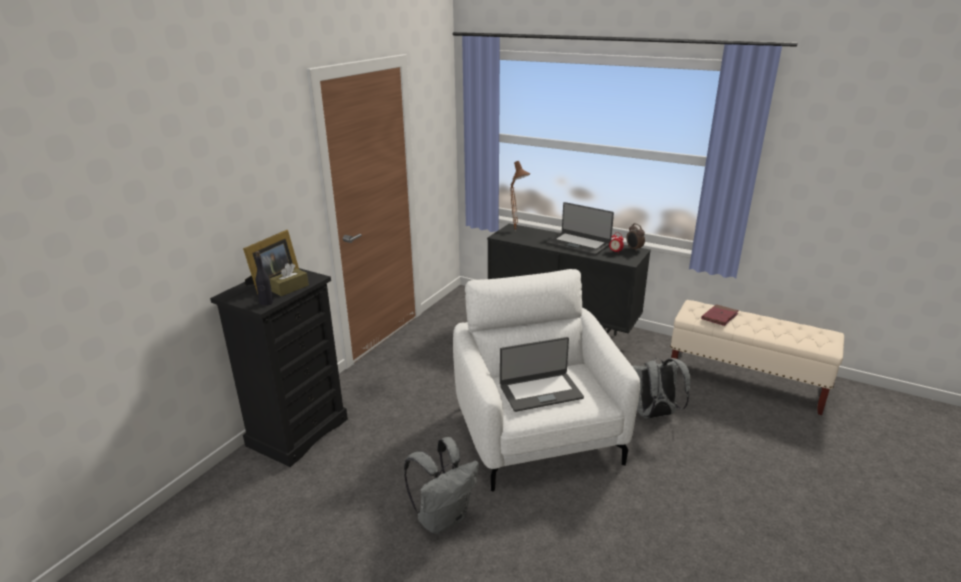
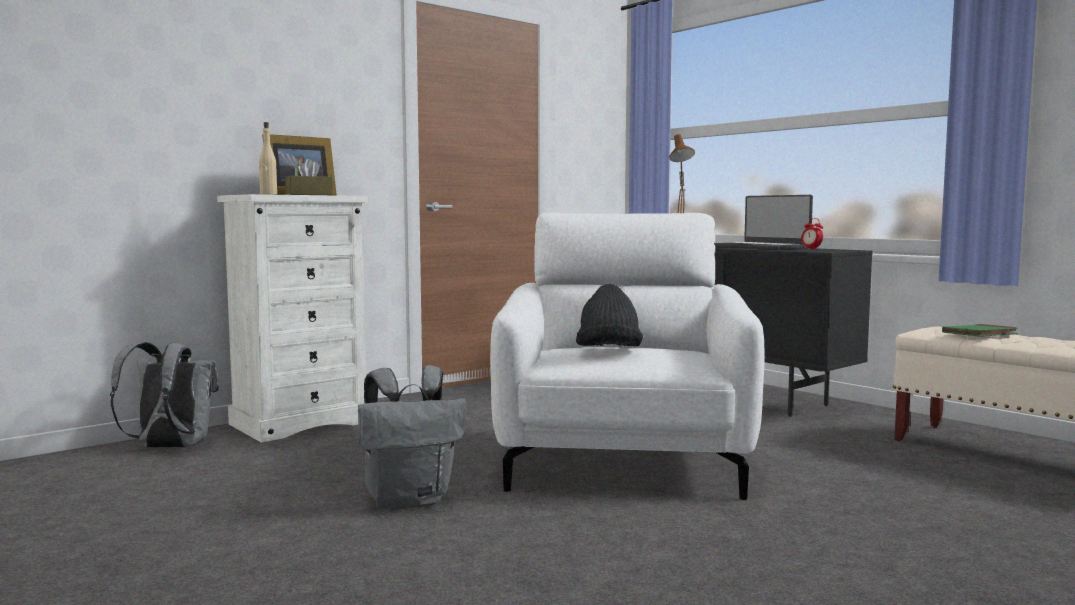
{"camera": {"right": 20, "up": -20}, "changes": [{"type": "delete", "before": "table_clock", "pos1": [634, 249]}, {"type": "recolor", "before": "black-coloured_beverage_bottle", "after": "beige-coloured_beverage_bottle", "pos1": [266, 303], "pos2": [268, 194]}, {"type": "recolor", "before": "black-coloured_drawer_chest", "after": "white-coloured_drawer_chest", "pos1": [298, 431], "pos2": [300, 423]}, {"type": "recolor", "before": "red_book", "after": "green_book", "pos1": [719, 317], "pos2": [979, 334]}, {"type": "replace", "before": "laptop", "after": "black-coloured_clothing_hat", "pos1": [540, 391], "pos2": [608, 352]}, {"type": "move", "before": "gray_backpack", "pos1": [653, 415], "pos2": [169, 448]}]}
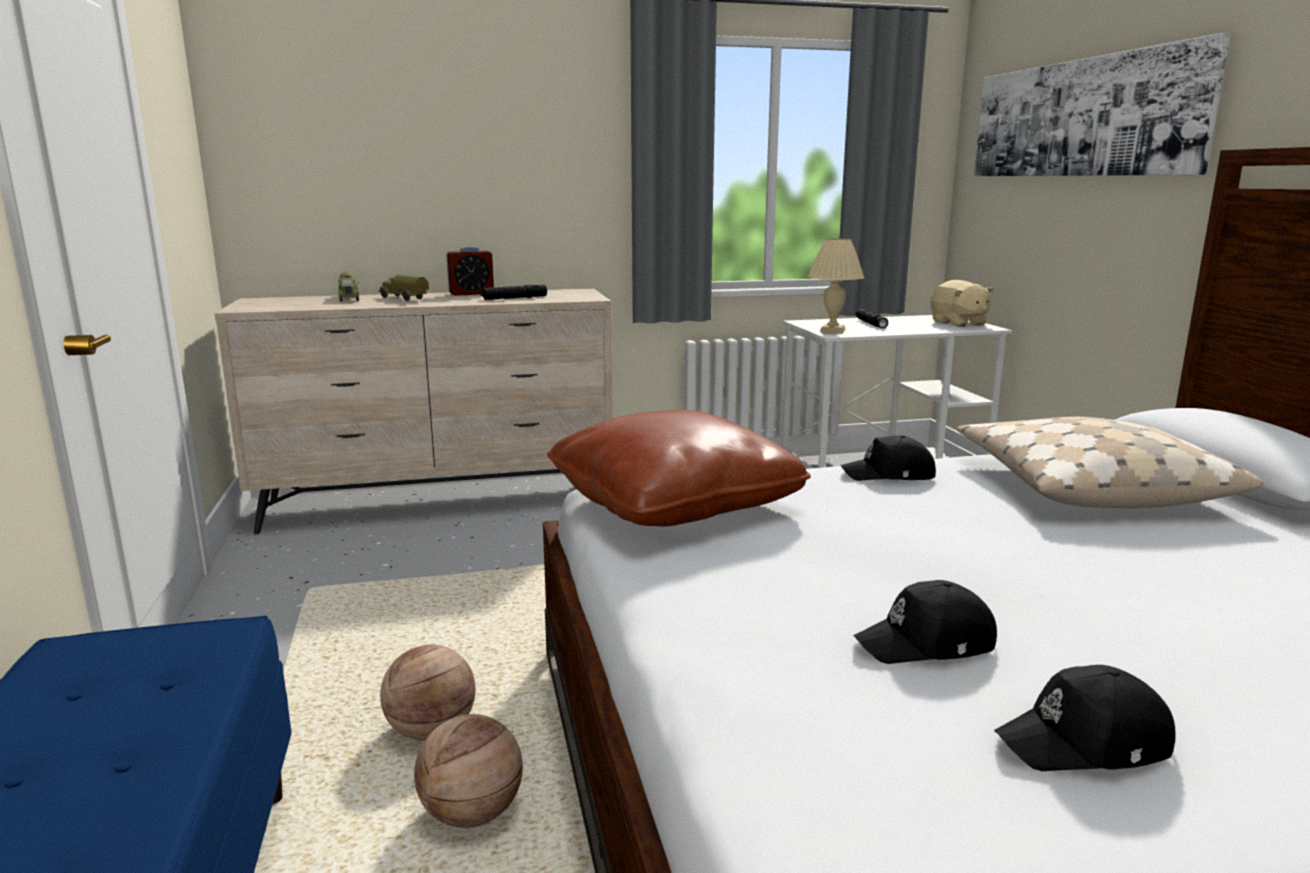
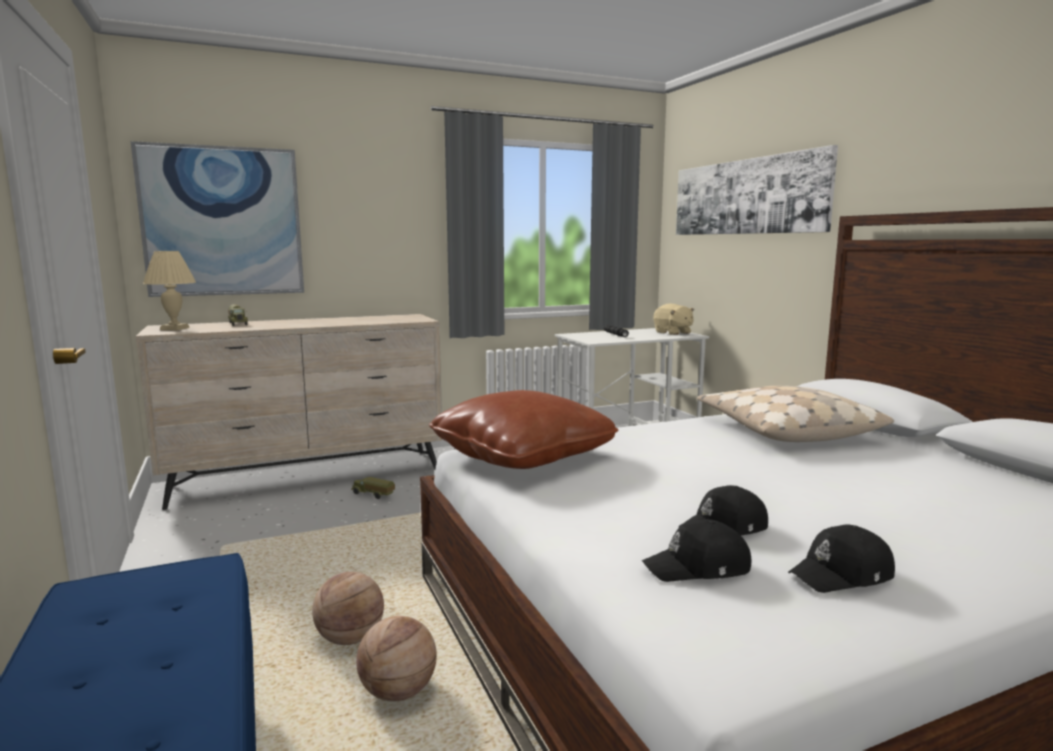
{"camera": {"right": -10, "up": -5}, "changes": [{"type": "move", "before": "beige-coloured_table_lamp", "pos1": [832, 331], "pos2": [174, 329]}, {"type": "delete", "before": "table_clock", "pos1": [471, 293]}, {"type": "move", "before": "toy_truck", "pos1": [404, 299], "pos2": [373, 495]}, {"type": "delete", "before": "black-coloured_flashlight", "pos1": [514, 298]}, {"type": "move", "before": "black-coloured_peaked_cap", "pos1": [889, 475], "pos2": [699, 568]}, {"type": "insert", "after": "wall_art", "pos2": [223, 222]}]}
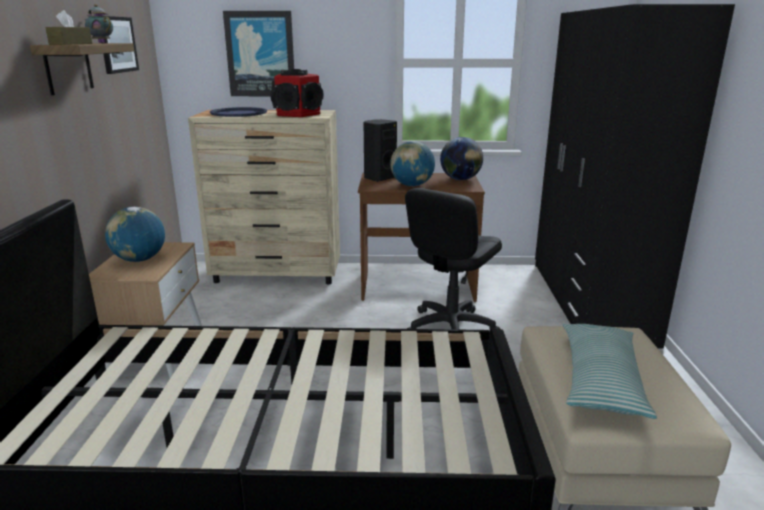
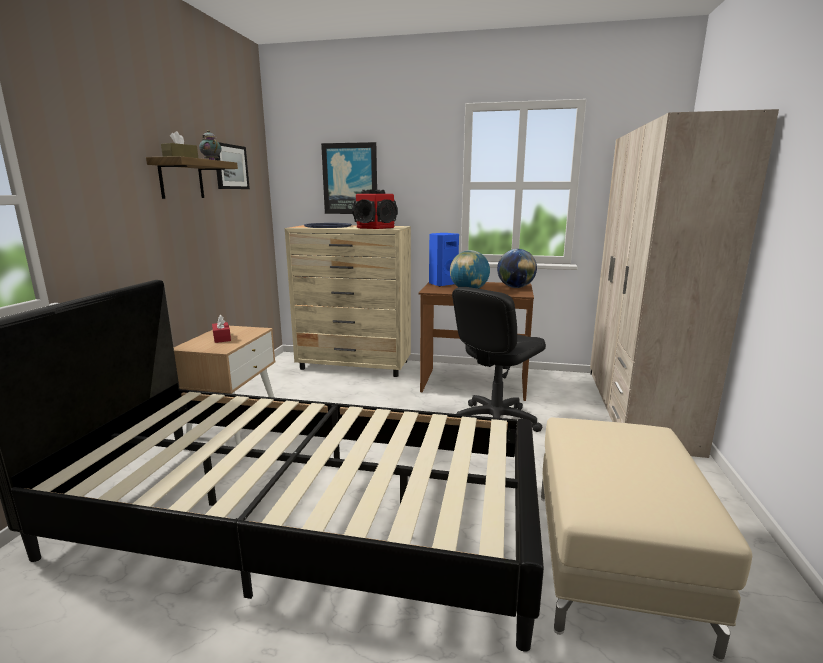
{"camera": {"right": 10, "up": -5}, "changes": [{"type": "recolor", "before": "black-coloured_armoire", "after": "beige-coloured_armoire", "pos1": [589, 301], "pos2": [637, 408]}, {"type": "recolor", "before": "black-coloured_speaker", "after": "blue_speaker", "pos1": [379, 178], "pos2": [442, 284]}, {"type": "replace", "before": "desk_globe", "after": "red_tissue_box", "pos1": [139, 259], "pos2": [222, 338]}, {"type": "delete", "before": "throw_pillow", "pos1": [600, 380]}]}
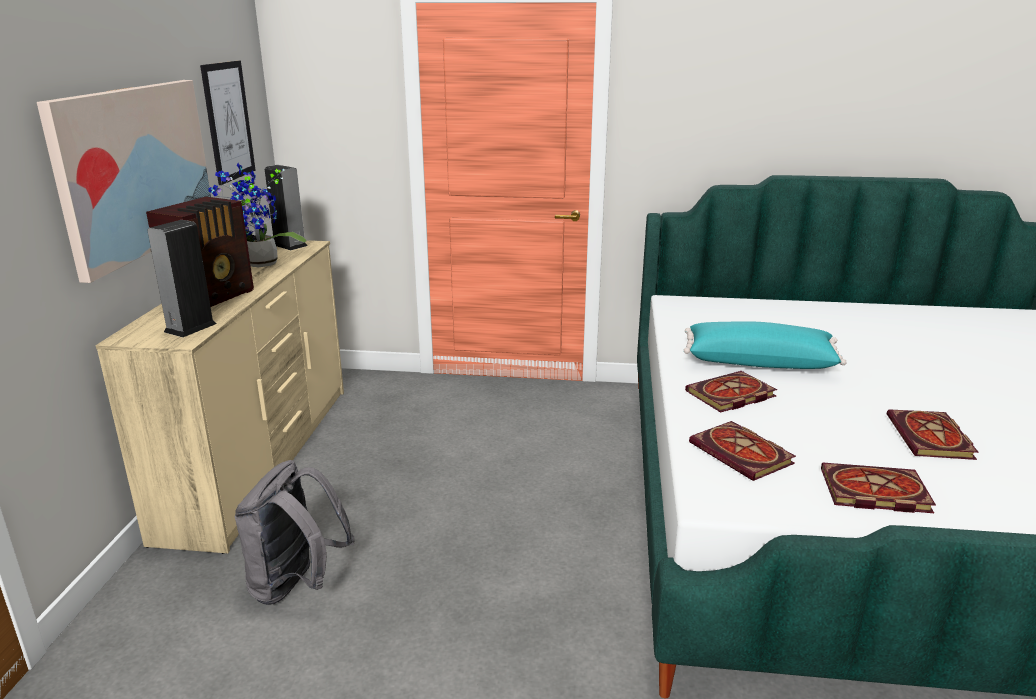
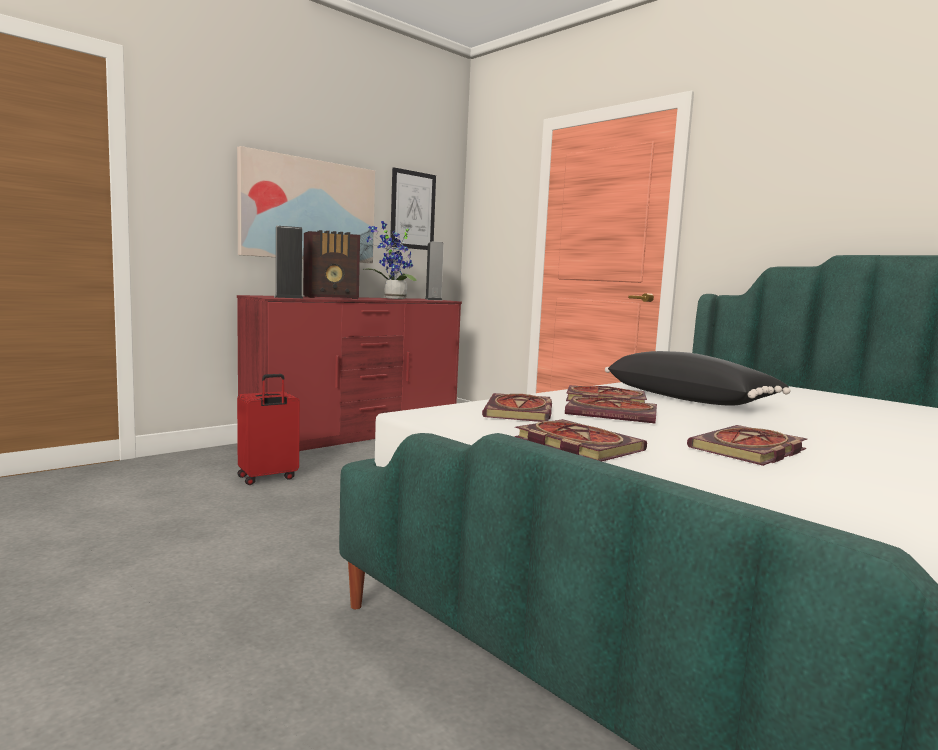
{"camera": {"right": 40, "up": -15}, "changes": [{"type": "recolor", "before": "beige-coloured_drawer_chest", "after": "red_drawer_chest", "pos1": [263, 457], "pos2": [357, 435]}, {"type": "recolor", "before": "blue-green_throw_pillow", "after": "black-coloured_throw_pillow", "pos1": [759, 361], "pos2": [690, 399]}, {"type": "replace", "before": "gray_backpack", "after": "red_travel_case", "pos1": [296, 585], "pos2": [268, 478]}, {"type": "insert", "after": "book", "pos2": [614, 414]}]}
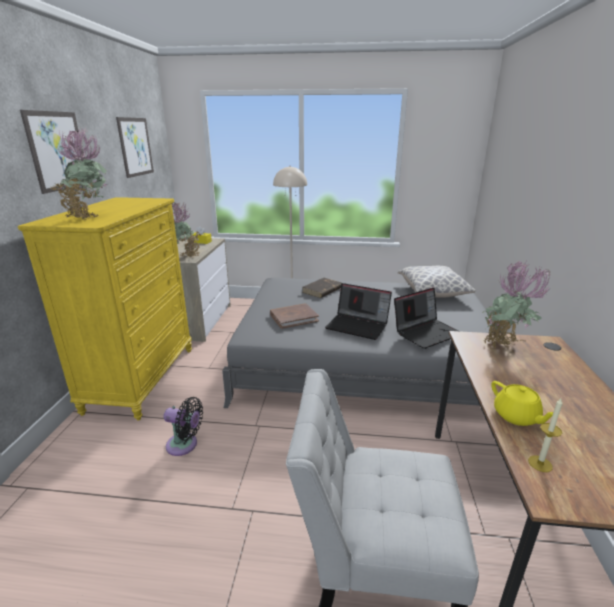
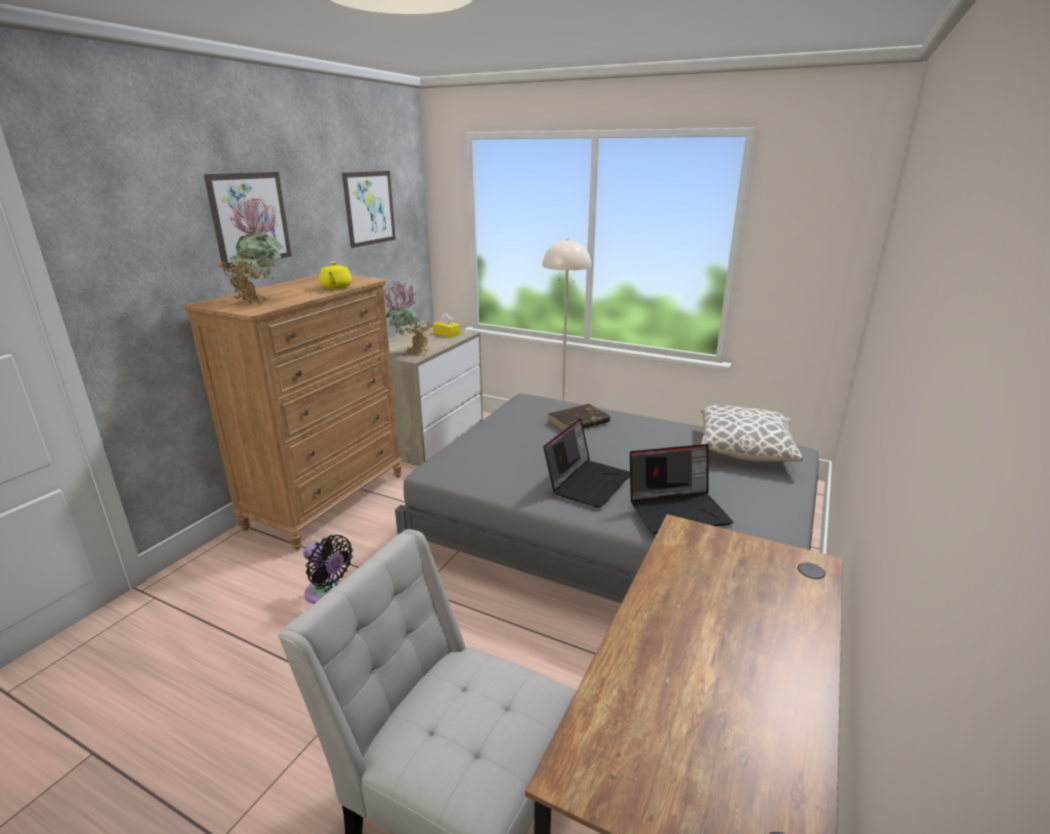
{"camera": {"right": 20, "up": 0}, "changes": [{"type": "recolor", "before": "yellowish_drawer_chest", "after": "brownish_drawer_chest", "pos1": [142, 378], "pos2": [327, 500]}, {"type": "delete", "before": "plant_in_a_pot", "pos1": [504, 348]}, {"type": "rotate", "before": "laptop", "pos1": [358, 325], "pos2": [588, 482], "turn": -105}, {"type": "delete", "before": "brownish_book", "pos1": [293, 318]}, {"type": "move", "before": "yellowish_pot_for_tea", "pos1": [516, 416], "pos2": [336, 287]}, {"type": "delete", "before": "wax_candle", "pos1": [540, 463]}]}
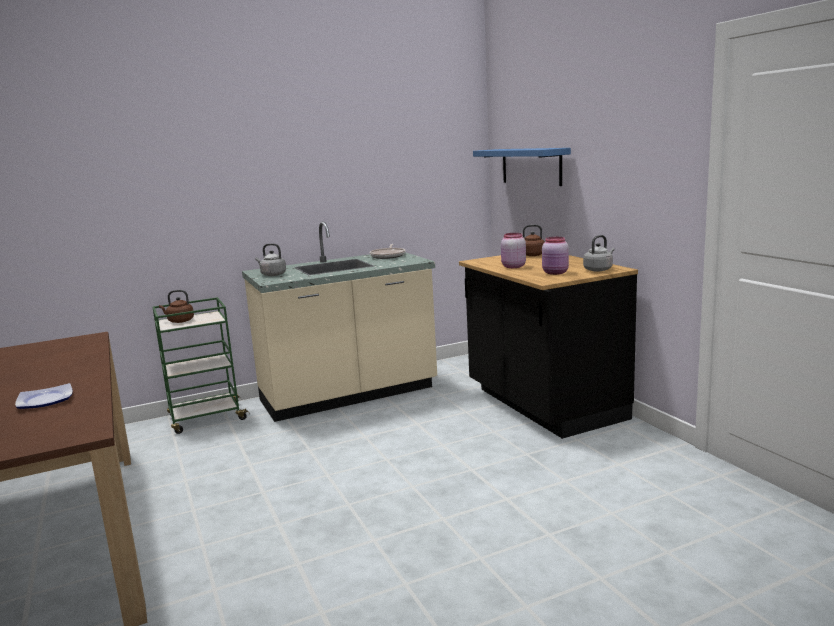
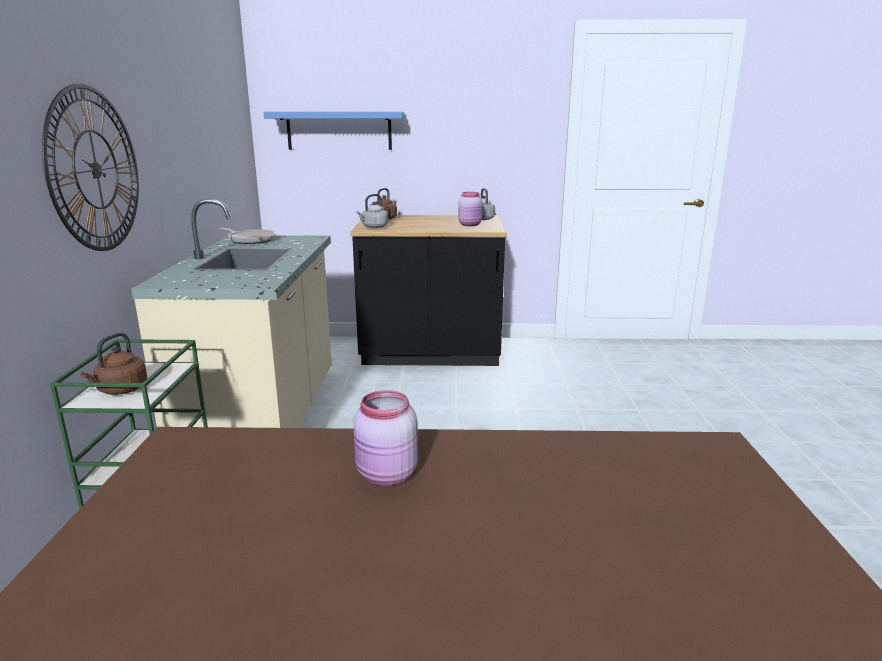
{"camera": {"right": -65, "up": 5}, "changes": [{"type": "move", "before": "pink_preserve_jar", "pos1": [512, 267], "pos2": [386, 476]}, {"type": "move", "before": "gray_water_kettle", "pos1": [272, 275], "pos2": [373, 227]}, {"type": "delete", "before": "dinner_plate", "pos1": [44, 400]}, {"type": "insert", "after": "wall_clock", "pos2": [95, 170]}]}
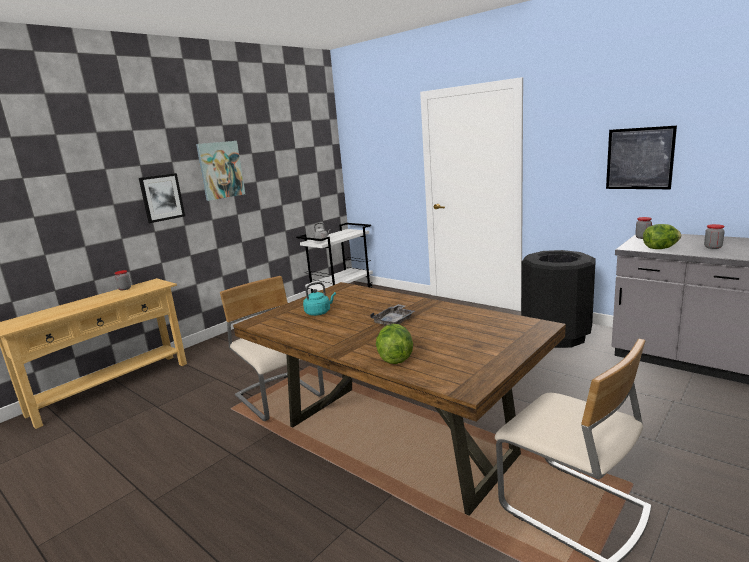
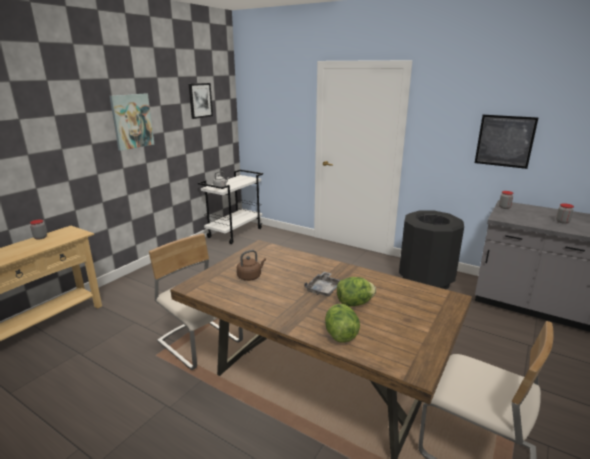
{"camera": {"right": -10, "up": 5}, "changes": [{"type": "move", "before": "wall_art", "pos1": [162, 197], "pos2": [200, 100]}, {"type": "move", "before": "lettuce_head", "pos1": [660, 248], "pos2": [354, 303]}, {"type": "recolor", "before": "blue-green_water_kettle", "after": "brownish_water_kettle", "pos1": [319, 312], "pos2": [250, 276]}]}
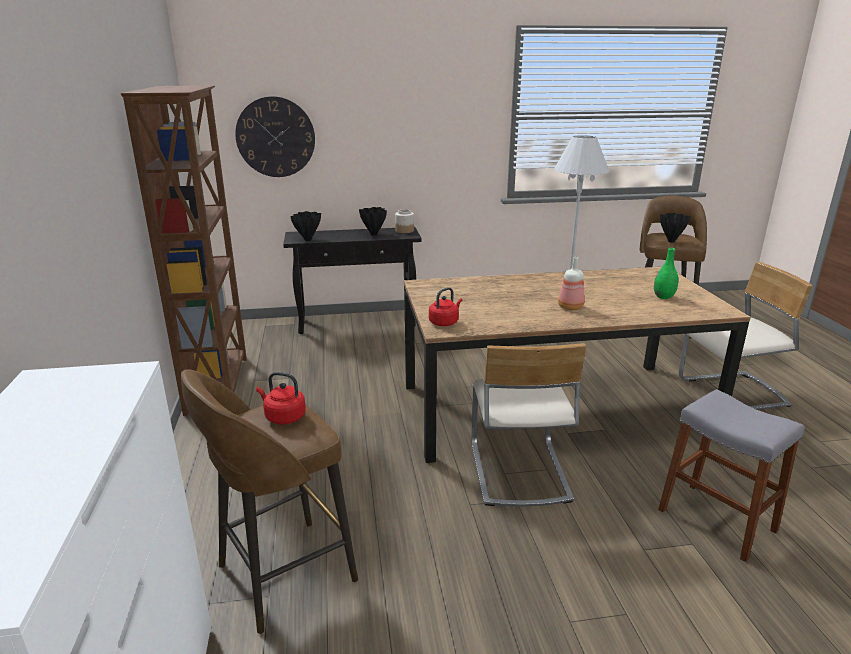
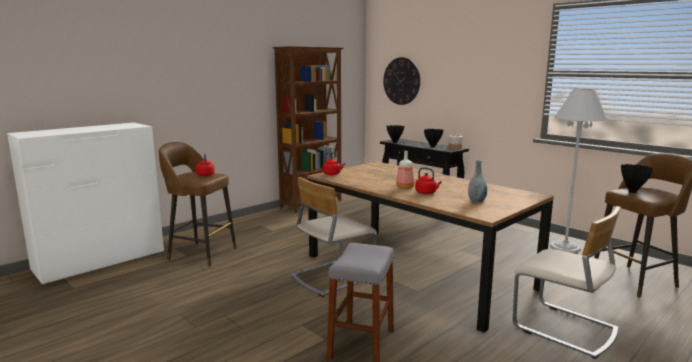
{"camera": {"right": 55, "up": -10}, "changes": [{"type": "recolor", "before": "green_vase", "after": "gray_vase", "pos1": [663, 297], "pos2": [476, 201]}, {"type": "insert", "after": "red_water_kettle", "pos2": [427, 193]}]}
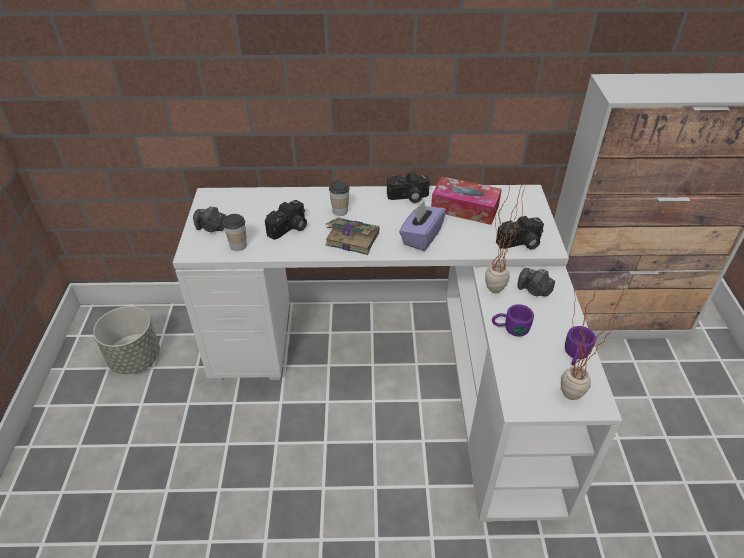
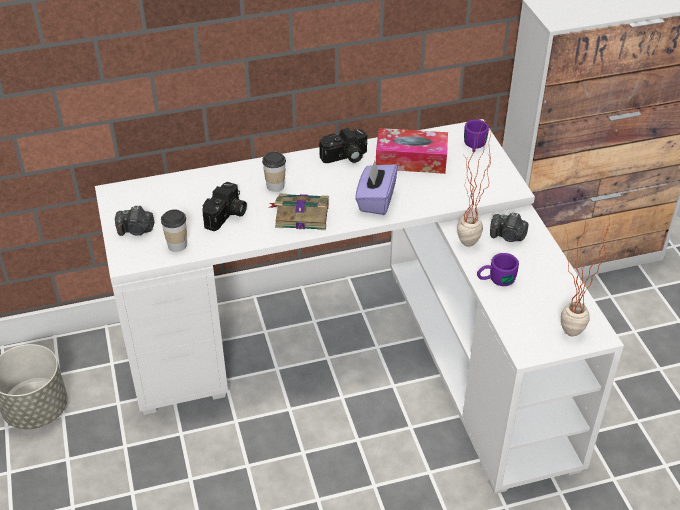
{"camera": {"right": -15, "up": 0}, "changes": [{"type": "delete", "before": "still_camera", "pos1": [520, 243]}, {"type": "move", "before": "purple_coffee_mug", "pos1": [575, 356], "pos2": [474, 146]}]}
